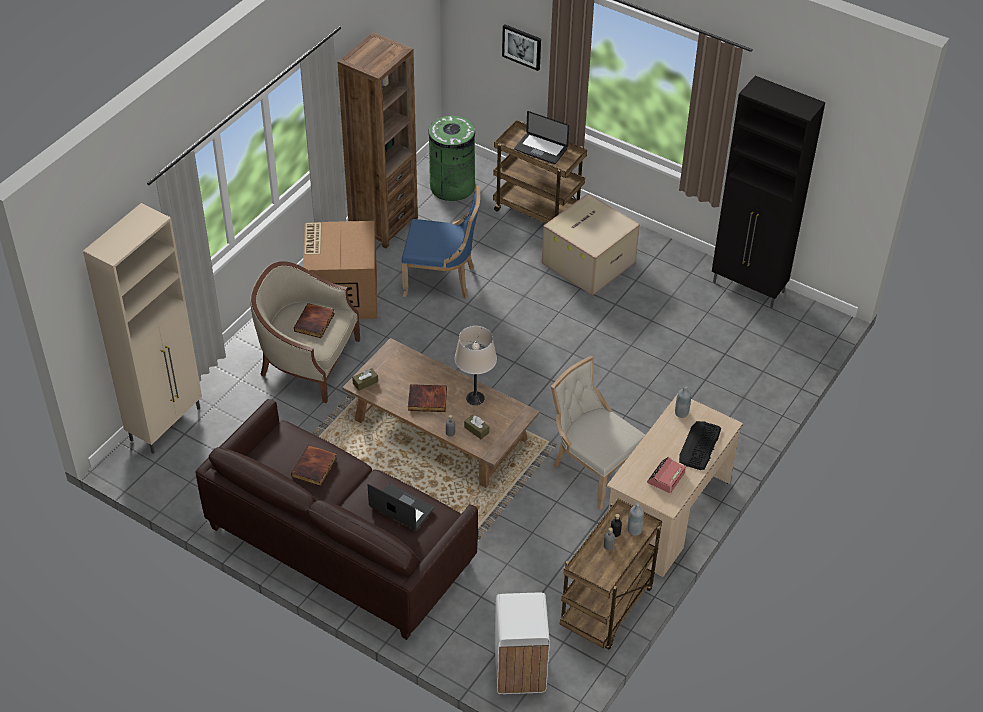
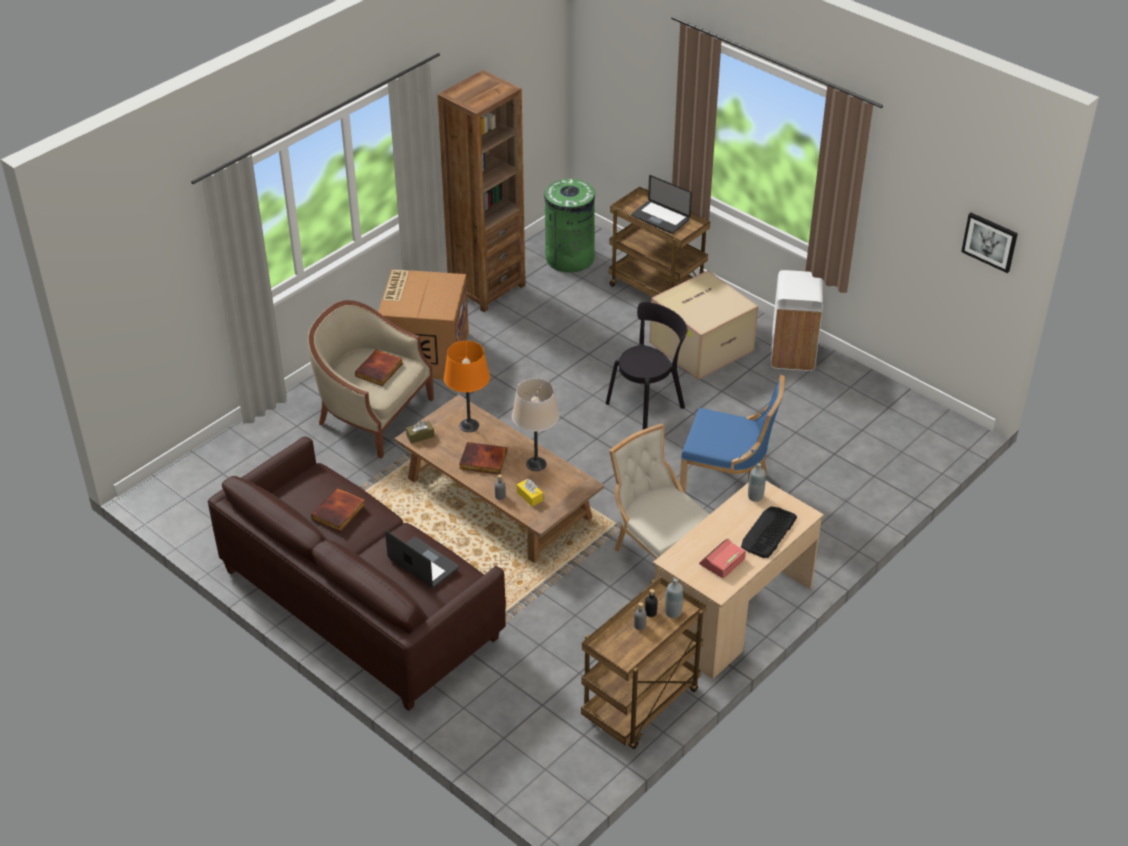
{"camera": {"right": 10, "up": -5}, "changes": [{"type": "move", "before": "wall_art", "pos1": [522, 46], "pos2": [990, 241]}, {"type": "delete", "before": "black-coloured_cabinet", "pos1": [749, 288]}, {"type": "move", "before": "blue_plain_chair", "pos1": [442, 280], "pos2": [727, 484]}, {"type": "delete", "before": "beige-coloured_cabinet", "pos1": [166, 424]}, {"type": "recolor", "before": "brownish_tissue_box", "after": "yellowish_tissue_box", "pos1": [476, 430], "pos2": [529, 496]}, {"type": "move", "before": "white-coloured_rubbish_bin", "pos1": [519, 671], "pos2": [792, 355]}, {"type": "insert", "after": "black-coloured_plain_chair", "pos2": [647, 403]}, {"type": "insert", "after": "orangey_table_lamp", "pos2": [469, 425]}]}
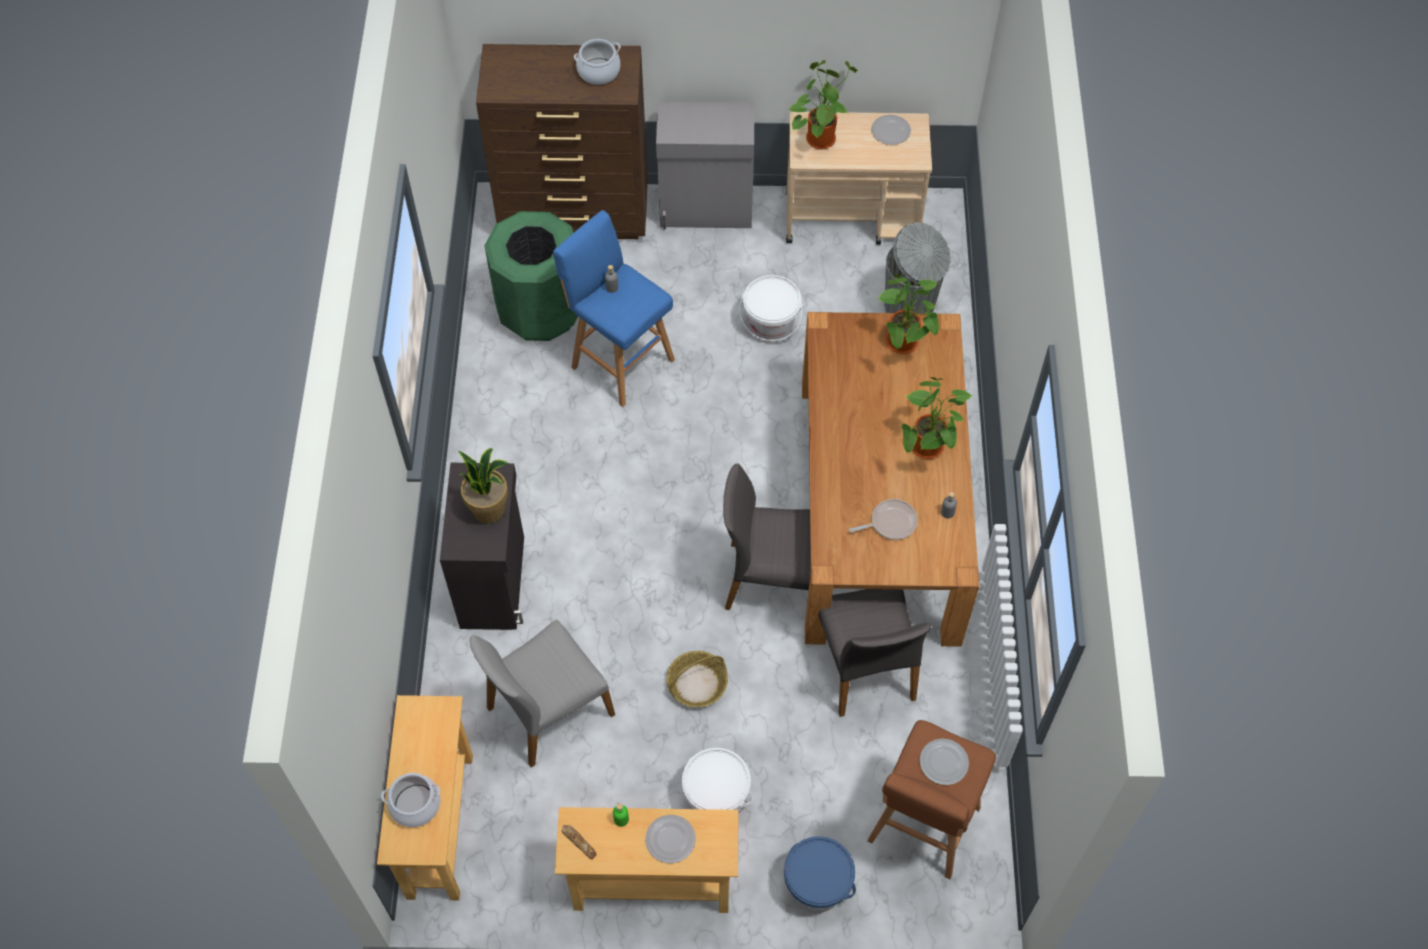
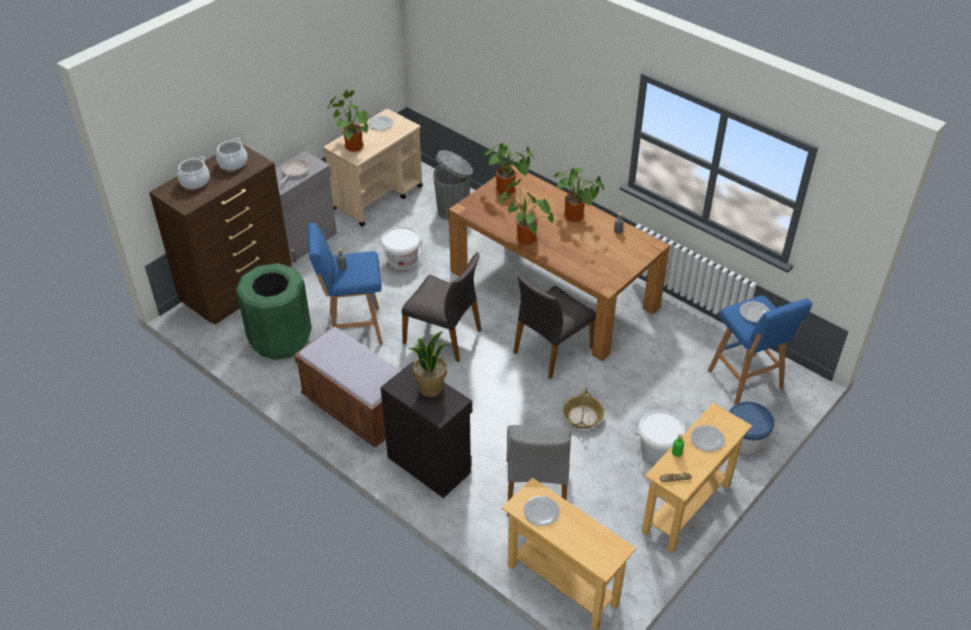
{"camera": {"right": -50, "up": -15}, "changes": [{"type": "move", "before": "pan", "pos1": [890, 522], "pos2": [294, 172]}, {"type": "move", "before": "gray_plain_chair", "pos1": [865, 666], "pos2": [443, 336]}, {"type": "recolor", "before": "brownish_sitting_stool", "after": "blue_sitting_stool", "pos1": [922, 828], "pos2": [746, 381]}, {"type": "move", "before": "saucepot", "pos1": [415, 805], "pos2": [195, 181]}, {"type": "insert", "after": "plant_in_a_pot", "pos2": [524, 239]}, {"type": "insert", "after": "brownish_bench", "pos2": [356, 409]}, {"type": "insert", "after": "dinner_plate", "pos2": [541, 511]}]}
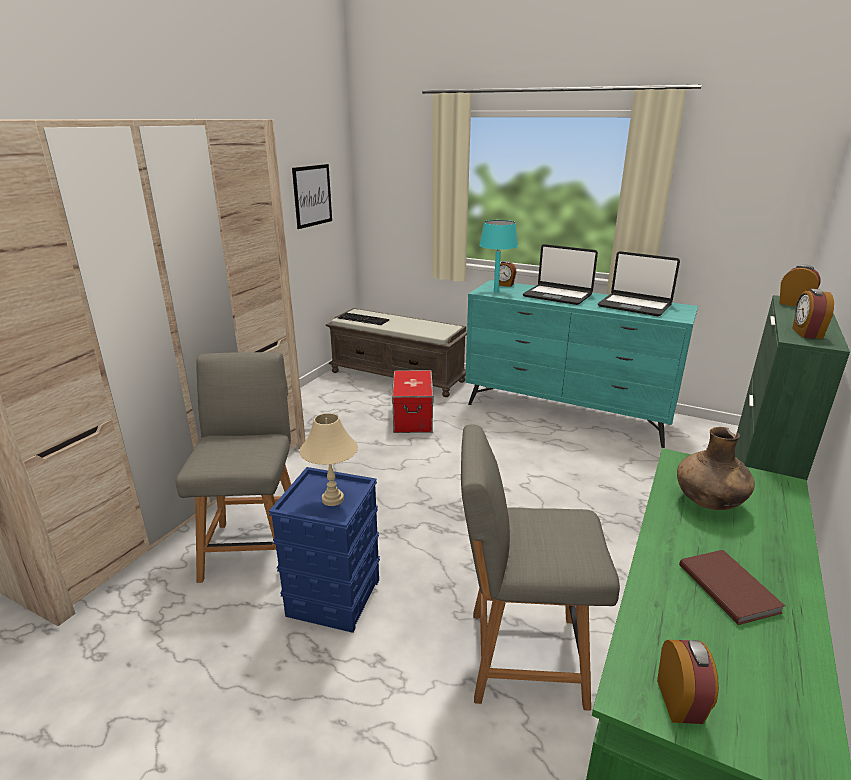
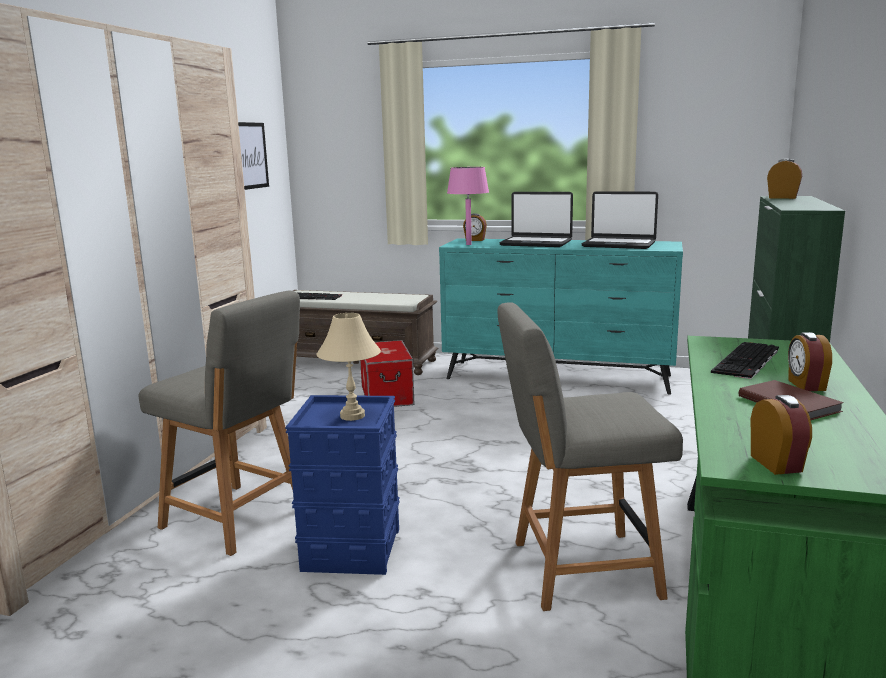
{"camera": {"right": -10, "up": -10}, "changes": [{"type": "recolor", "before": "blue-green_table_lamp", "after": "pink_table_lamp", "pos1": [495, 292], "pos2": [468, 244]}, {"type": "move", "before": "table_clock", "pos1": [806, 333], "pos2": [805, 385]}, {"type": "rotate", "before": "gray_plain_chair", "pos1": [254, 547], "pos2": [238, 519], "turn": 135}, {"type": "replace", "before": "brownish_vase", "after": "PC_keyboard", "pos1": [708, 503], "pos2": [747, 361]}]}
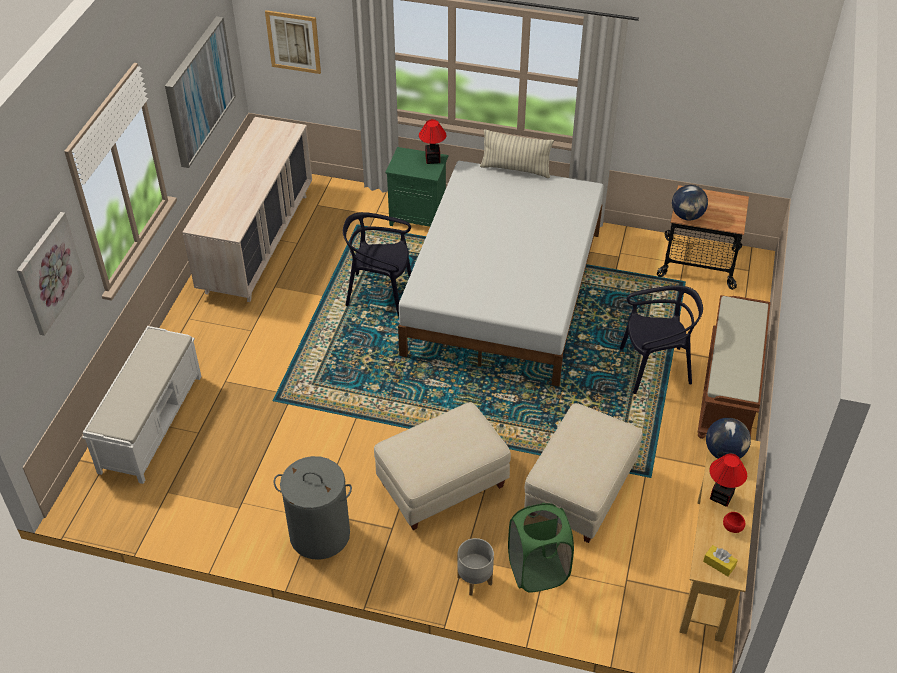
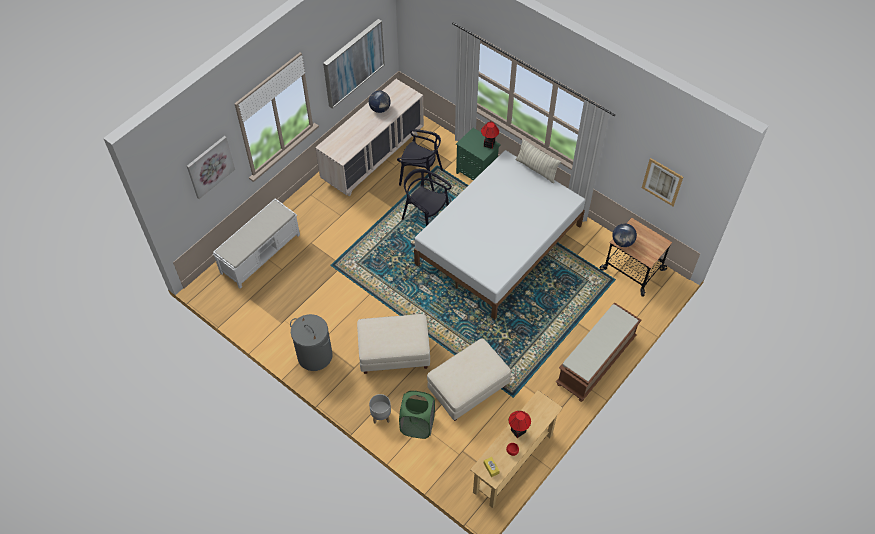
{"camera": {"right": 25, "up": 10}, "changes": [{"type": "move", "before": "wall_art", "pos1": [293, 42], "pos2": [662, 182]}, {"type": "move", "before": "black-coloured_plain_chair", "pos1": [654, 368], "pos2": [420, 176]}, {"type": "move", "before": "desk_globe", "pos1": [725, 453], "pos2": [380, 109]}]}
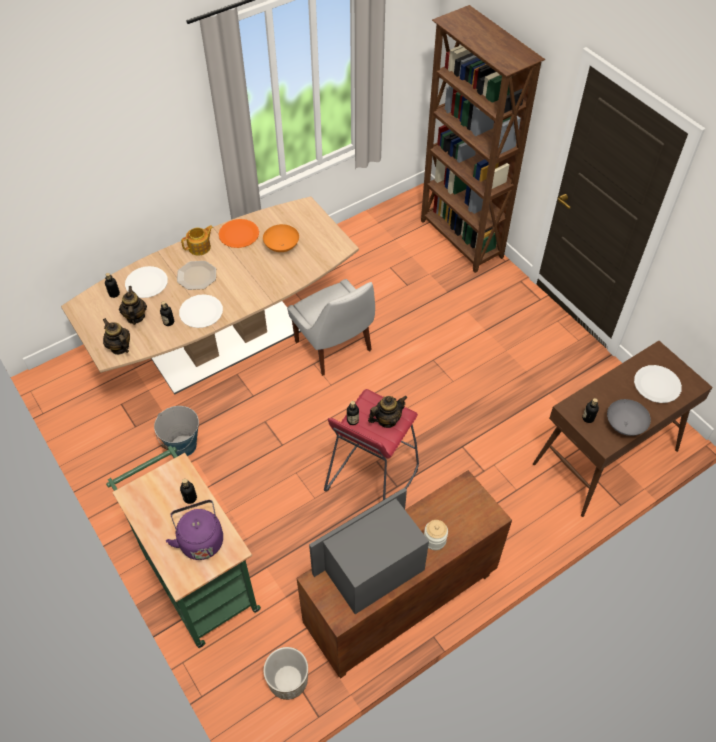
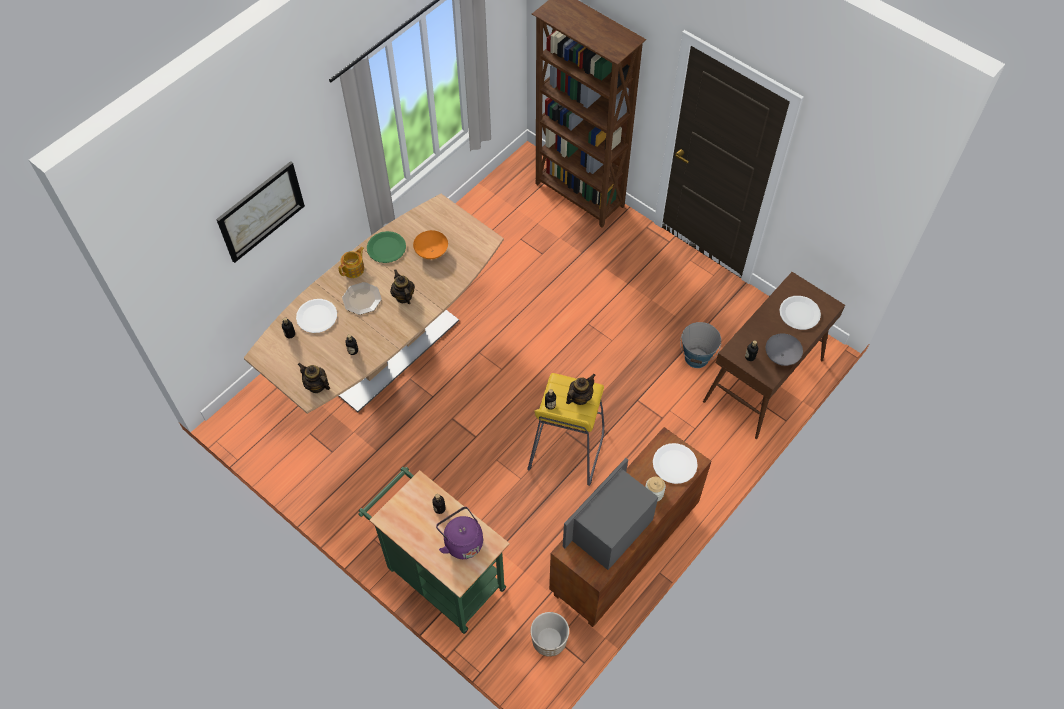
{"camera": {"right": -15, "up": 5}, "changes": [{"type": "recolor", "before": "orangey_dinner_plate", "after": "green_dinner_plate", "pos1": [239, 234], "pos2": [386, 248]}, {"type": "delete", "before": "white-coloured_plain_chair", "pos1": [335, 348]}, {"type": "move", "before": "pot_for_tea", "pos1": [135, 317], "pos2": [403, 296]}, {"type": "move", "before": "white-coloured_dinner_plate", "pos1": [201, 312], "pos2": [674, 464]}, {"type": "recolor", "before": "red_sitting_stool", "after": "yellowish_sitting_stool", "pos1": [371, 480], "pos2": [566, 450]}, {"type": "move", "before": "pail", "pos1": [183, 446], "pos2": [696, 358]}, {"type": "insert", "after": "wall_art", "pos2": [261, 211]}]}
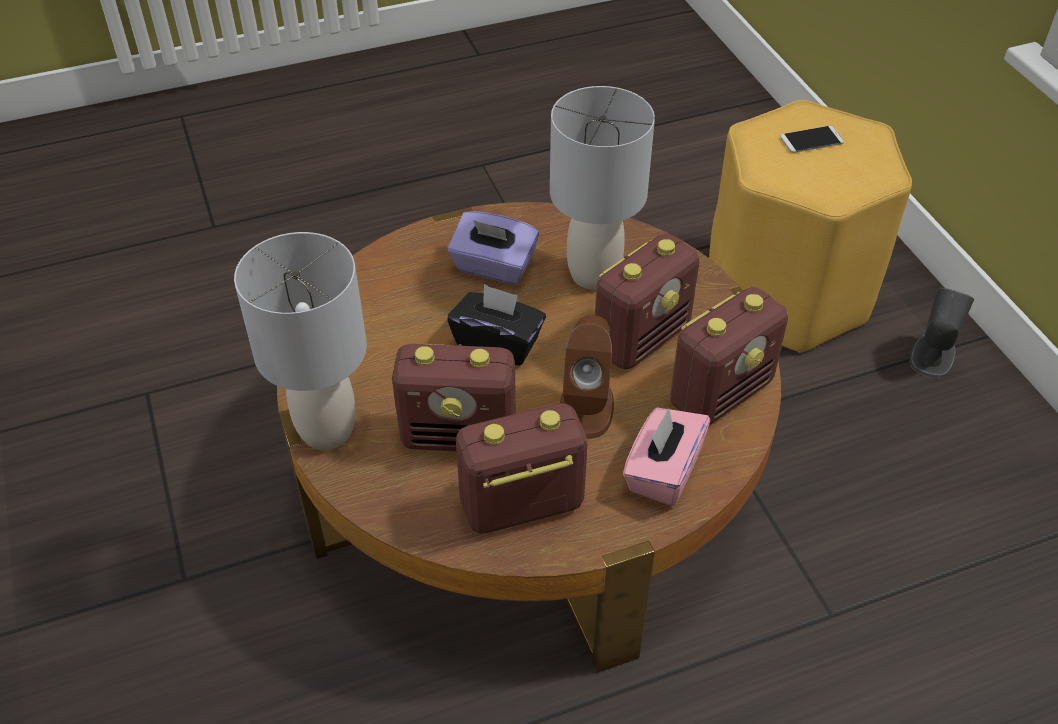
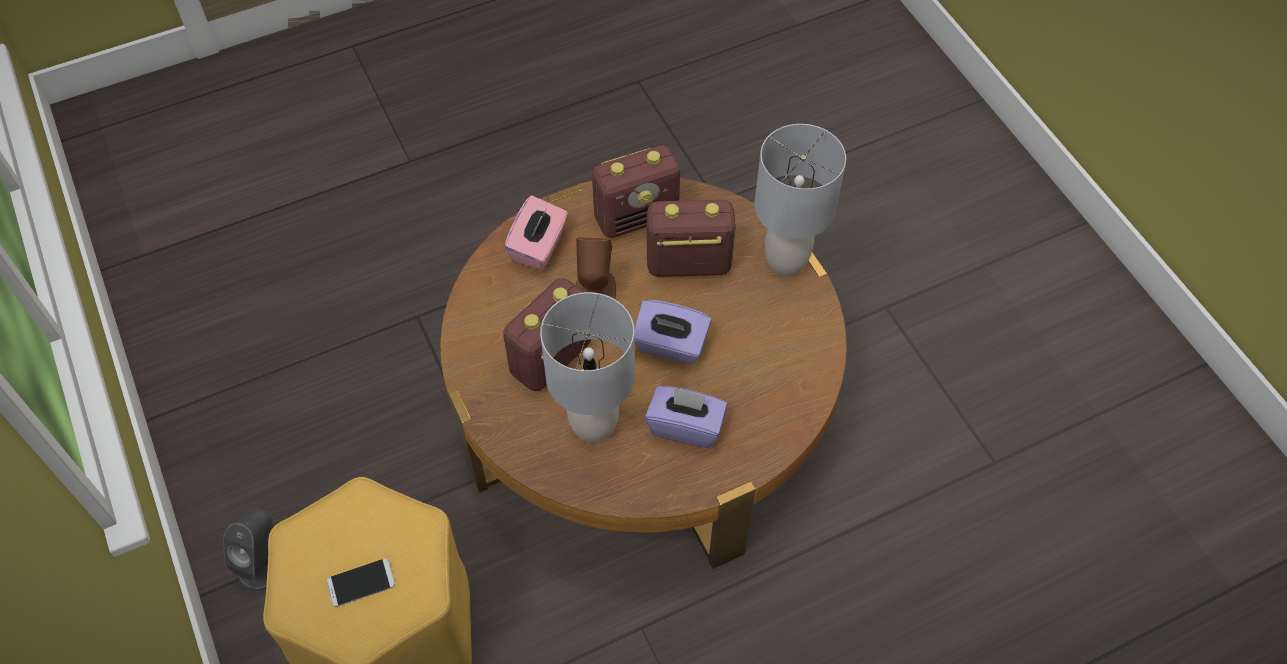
{"camera": {"right": 175, "up": 10}, "changes": [{"type": "recolor", "before": "black-coloured_tissue_box", "after": "purple_tissue_box", "pos1": [498, 343], "pos2": [670, 345]}, {"type": "delete", "before": "radio_receiver", "pos1": [721, 393]}]}
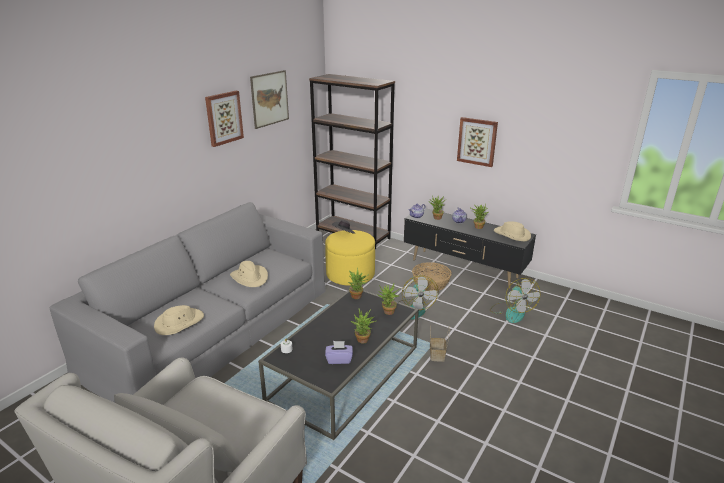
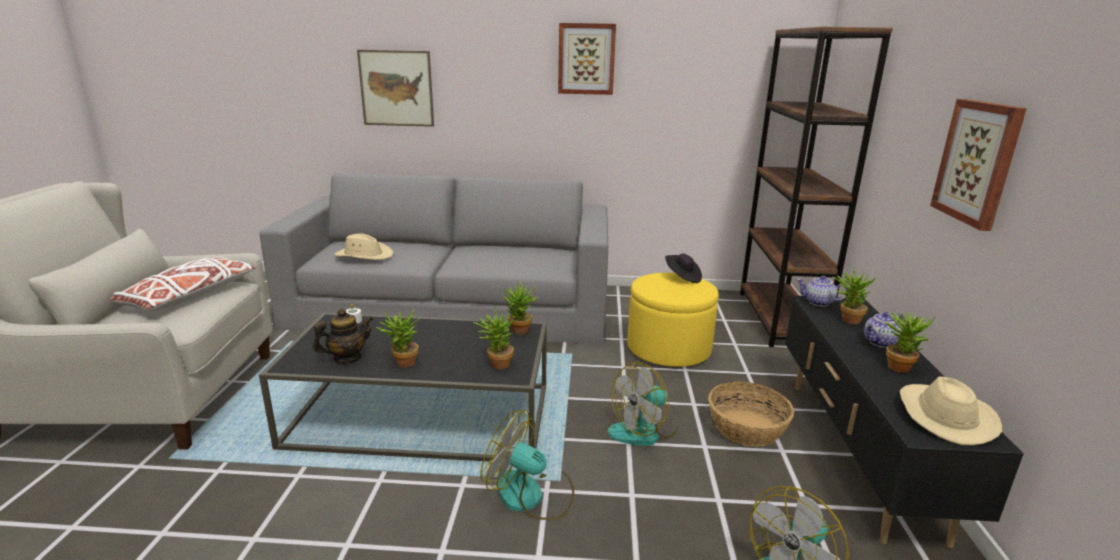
{"camera": {"right": 60, "up": -5}, "changes": [{"type": "move", "before": "wall_art", "pos1": [269, 99], "pos2": [396, 88]}, {"type": "delete", "before": "beige-coloured_clothing_hat", "pos1": [250, 278]}, {"type": "replace", "before": "household_basket", "after": "cooling_fan", "pos1": [437, 355], "pos2": [530, 496]}, {"type": "replace", "before": "purple_tissue_box", "after": "pot_for_tea", "pos1": [339, 359], "pos2": [347, 358]}, {"type": "insert", "after": "white-coloured_throw_pillow", "pos2": [189, 296]}]}
